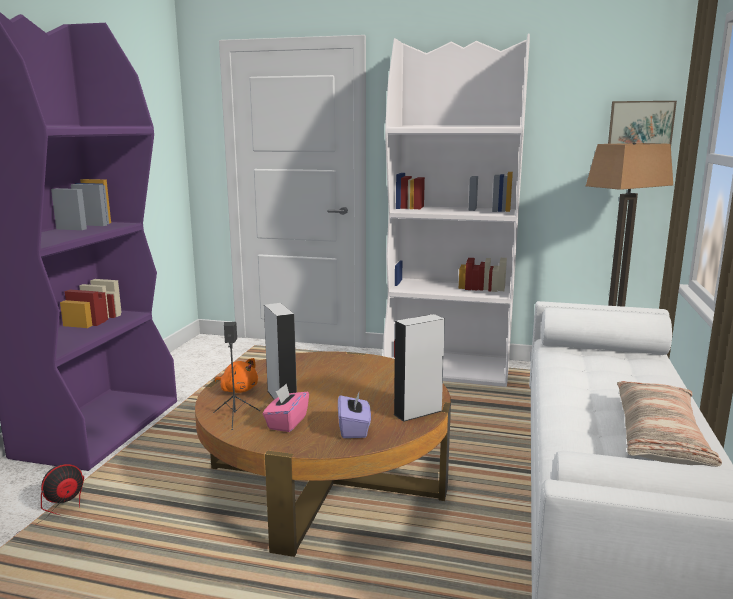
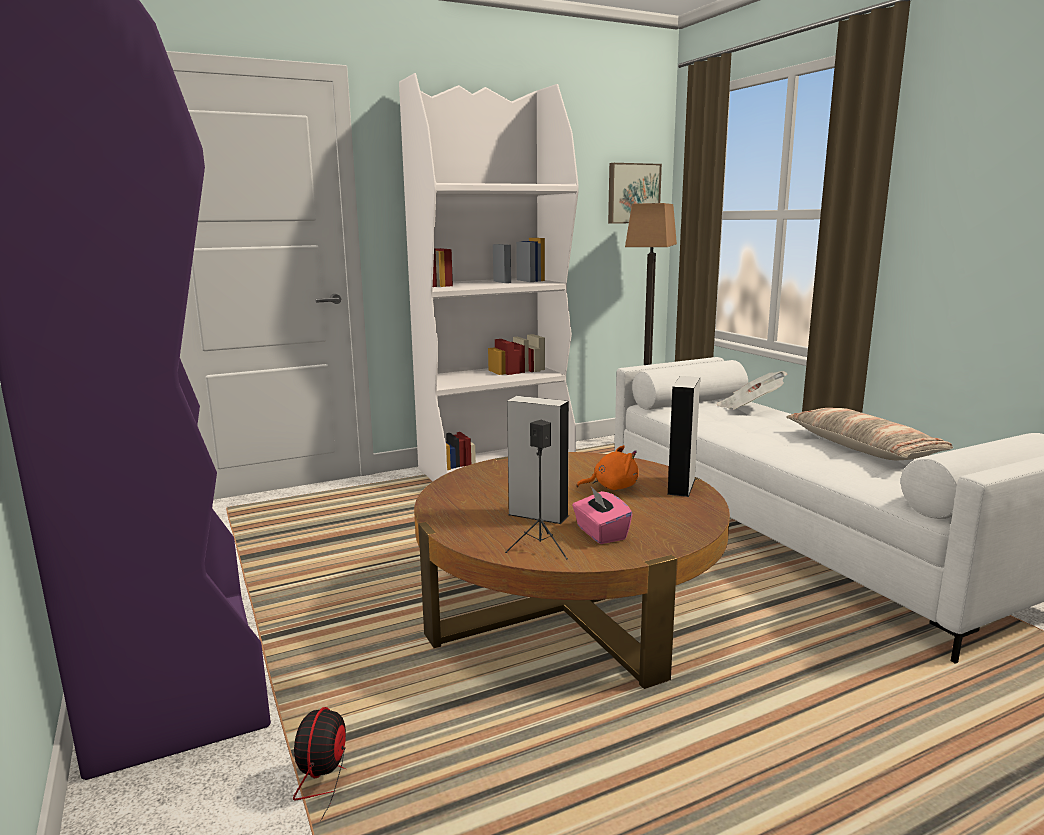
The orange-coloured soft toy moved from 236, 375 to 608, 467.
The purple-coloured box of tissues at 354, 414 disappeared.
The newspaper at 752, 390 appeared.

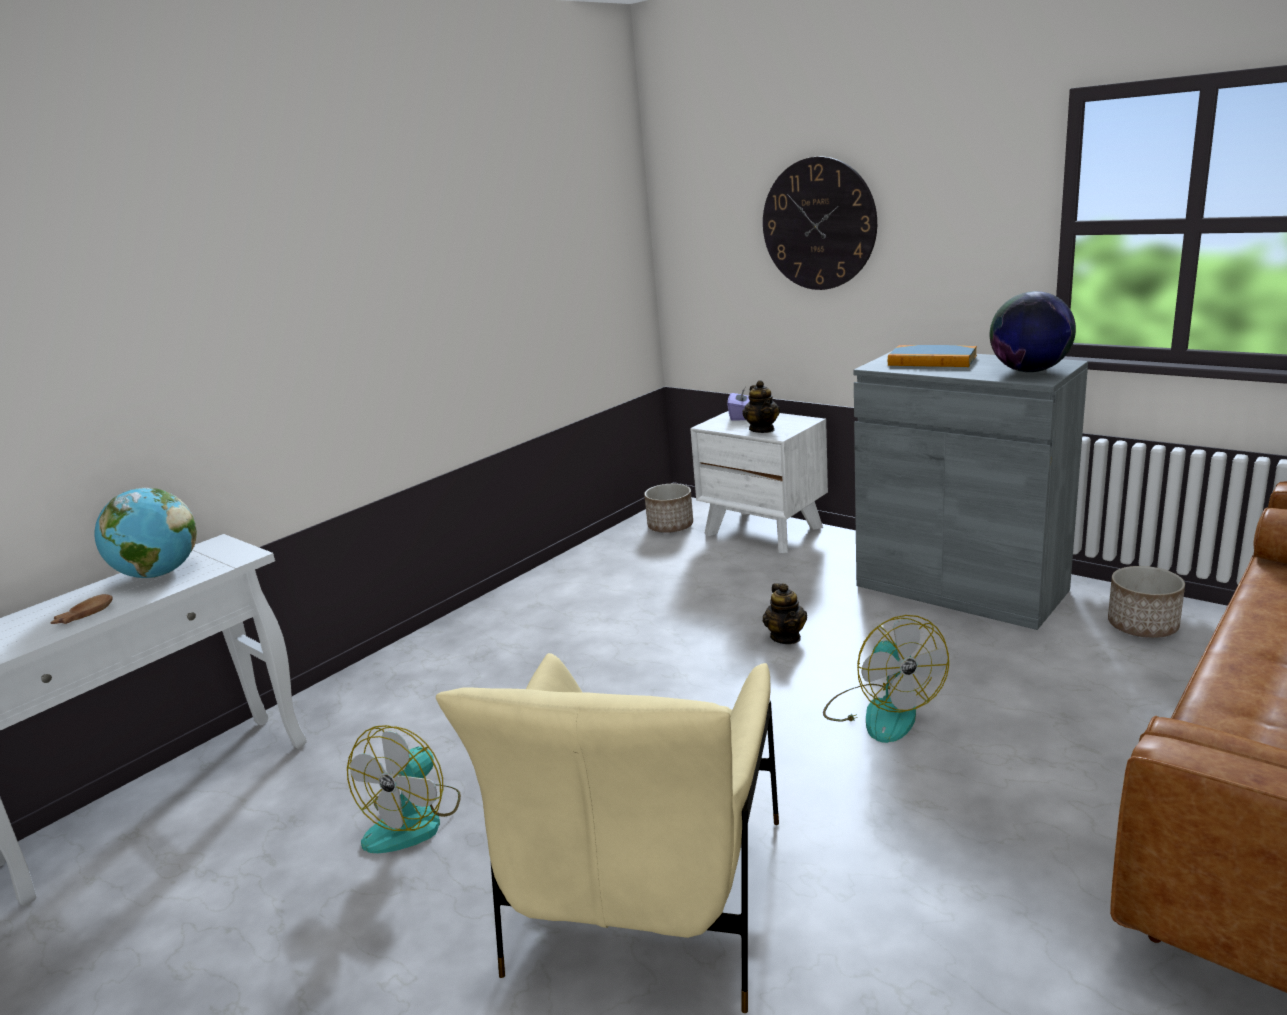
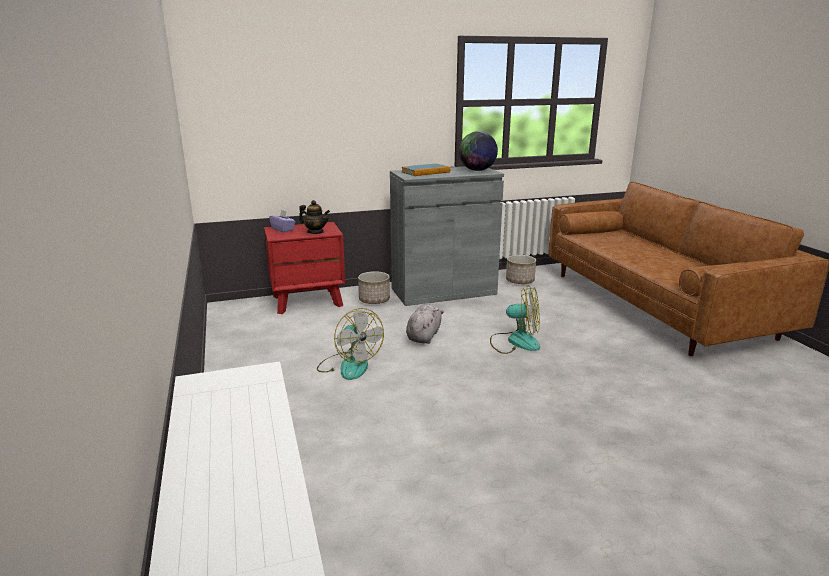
The brown-coloured deep dish at 81, 609 disappeared.
The globe at 146, 533 disappeared.
The fan moved from 404, 789 to 350, 344.
The beige-coloured armchair at 607, 833 disappeared.
The flower pot moved from 668, 508 to 374, 287.
The white nightstand at 759, 482 became the red nightstand at 304, 268.
The hanging clock at 820, 223 disappeared.
The teapot at 785, 613 was replaced by the gray soft toy at 425, 323.

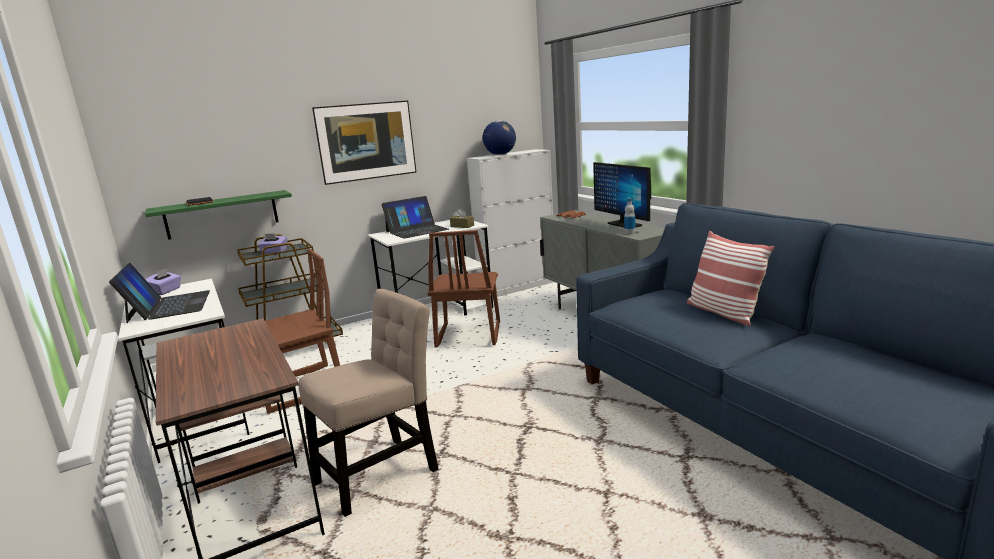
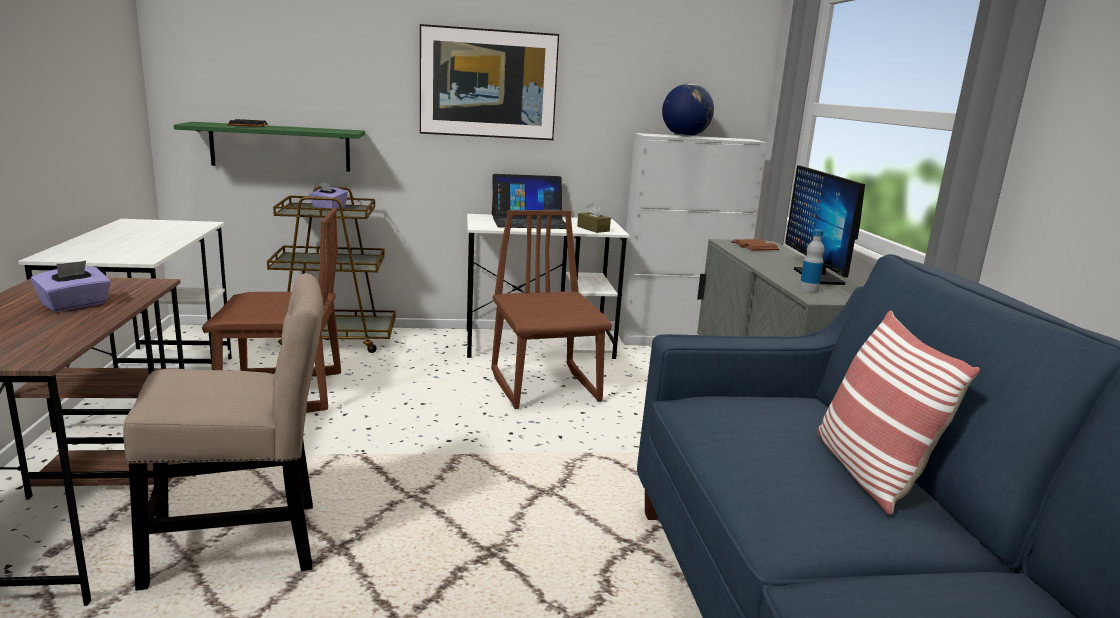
The notebook computer at 159, 293 disappeared.
The purple-coloured box of tissues moved from 163, 281 to 71, 286.
The brown-coloured chair at 464, 288 turned 135 degrees clockwise.

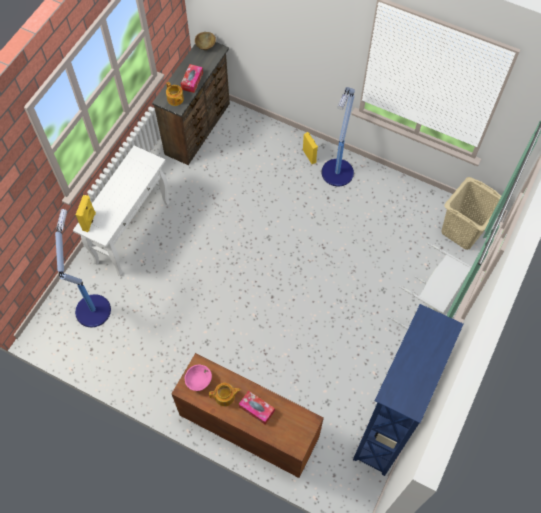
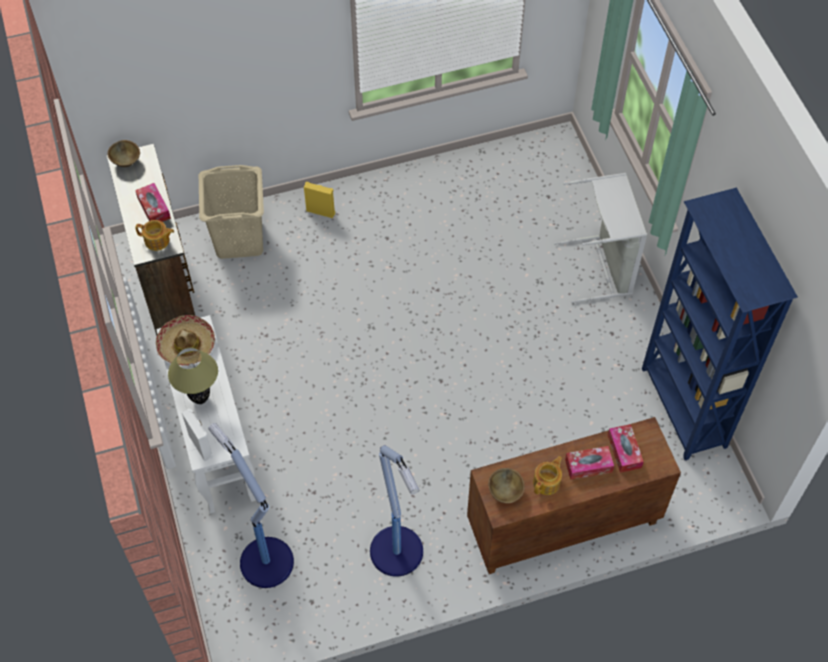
The yellow speaker at 86, 213 became the white speaker at 197, 435.
The pink-coloured deep dish at 198, 378 became the brown-coloured deep dish at 506, 485.
The standing lamp moved from 338, 136 to 396, 511.
The beige-coloured washing basket moved from 473, 213 to 231, 212.
The wearable hat at 185, 340 appeared.
The table lamp at 193, 375 appeared.
The box of tissues at 626, 448 appeared.

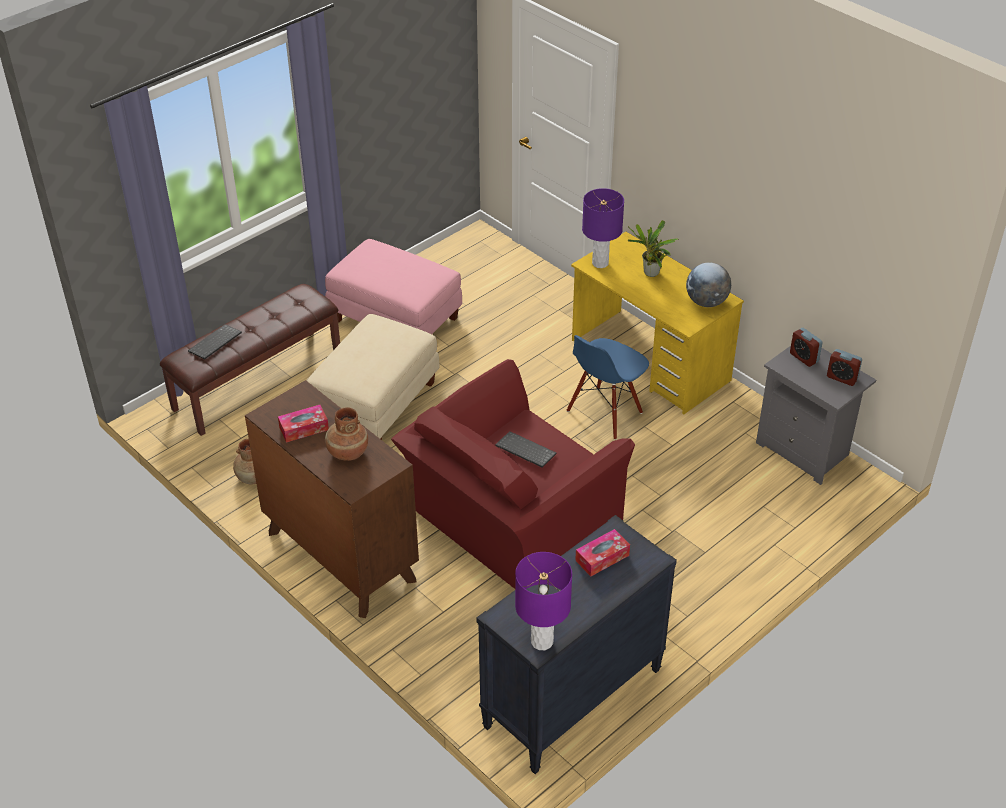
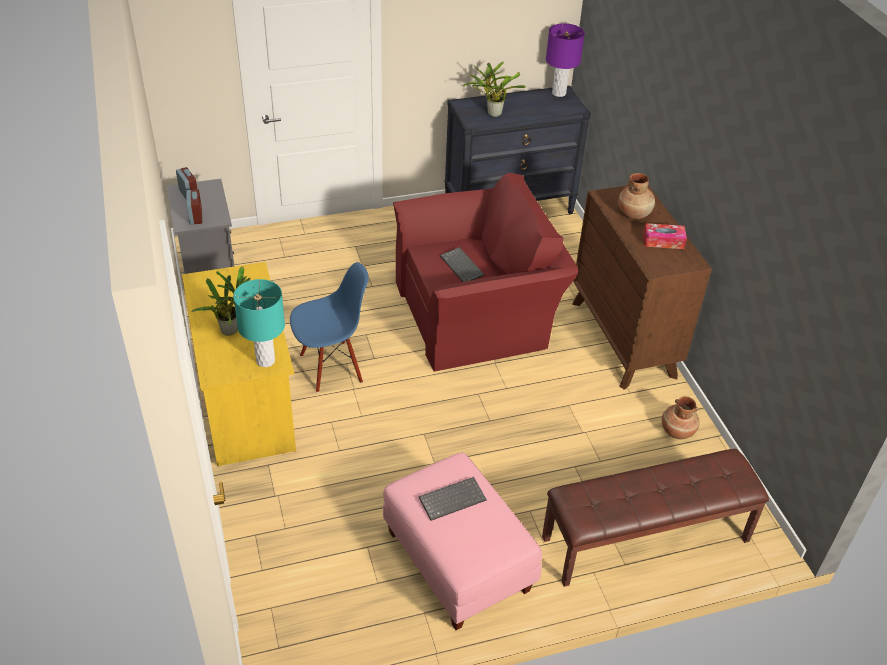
The computer keyboard moved from 215, 341 to 453, 499.
The beige-coloured ottoman at 373, 377 disappeared.
The box of tissues at 602, 553 was replaced by the plant in a pot at 494, 89.
The purple-coloured table lamp at 603, 228 became the turquoise table lamp at 259, 323.
The globe at 708, 284 disappeared.

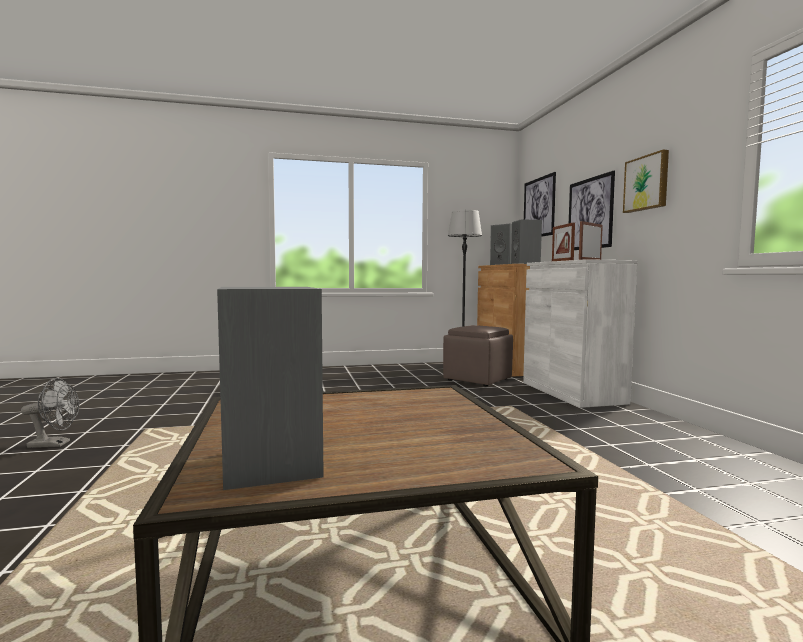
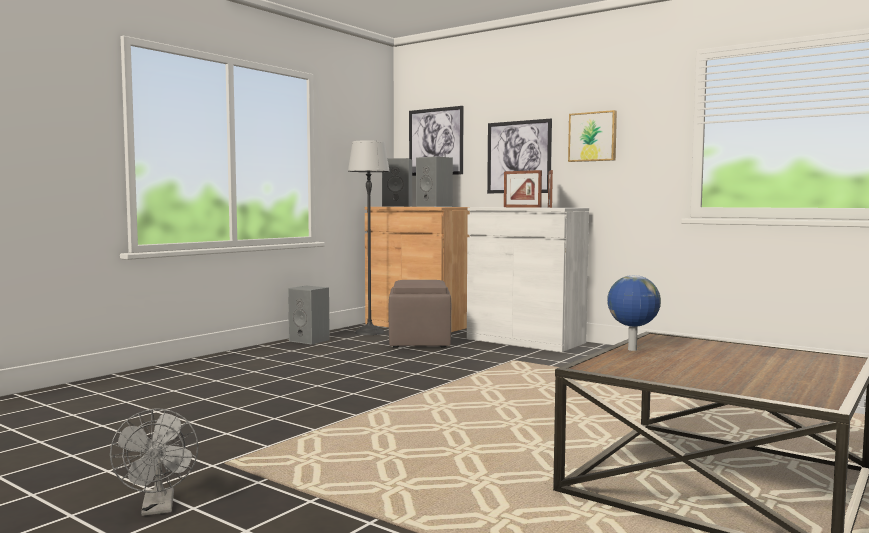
The gray fan at 50, 413 turned 120 degrees clockwise.
The gray speaker moved from 270, 388 to 309, 315.
The globe at 634, 313 appeared.

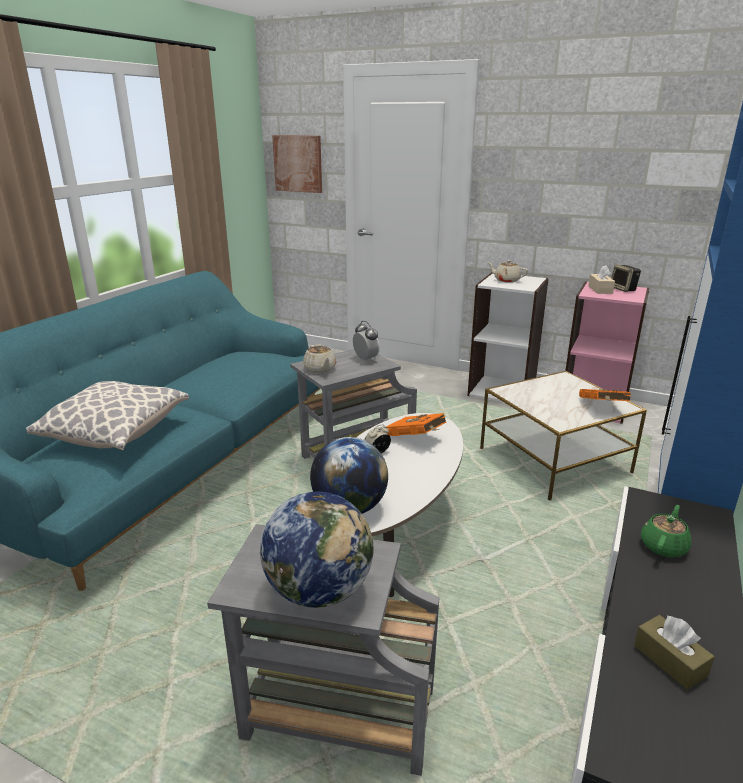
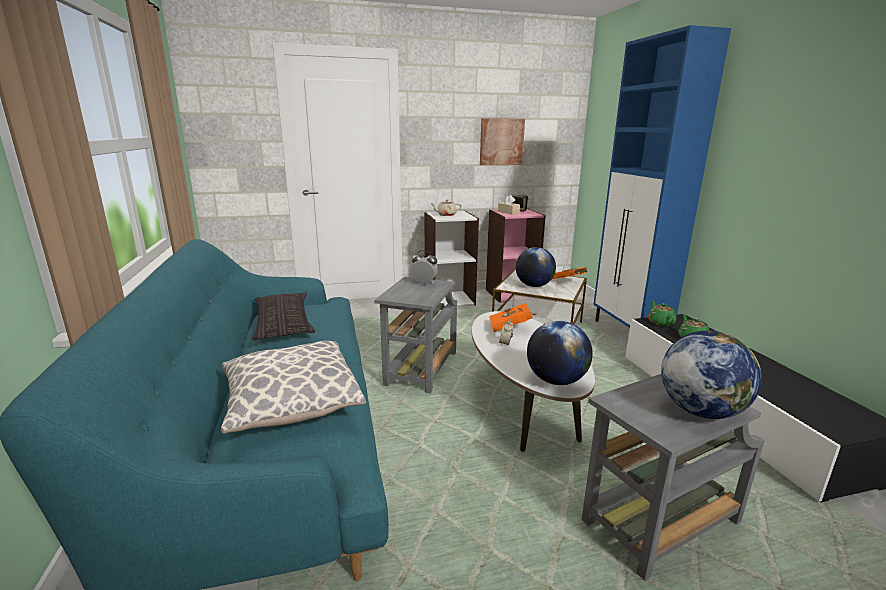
The wall art moved from 297, 164 to 502, 141.
The beige-coloured teapot at 319, 358 disappeared.
The brown-coloured box of tissues at 674, 652 disappeared.
The cushion at 283, 316 appeared.
The globe at 536, 267 appeared.
The greenish teapot at 662, 313 appeared.

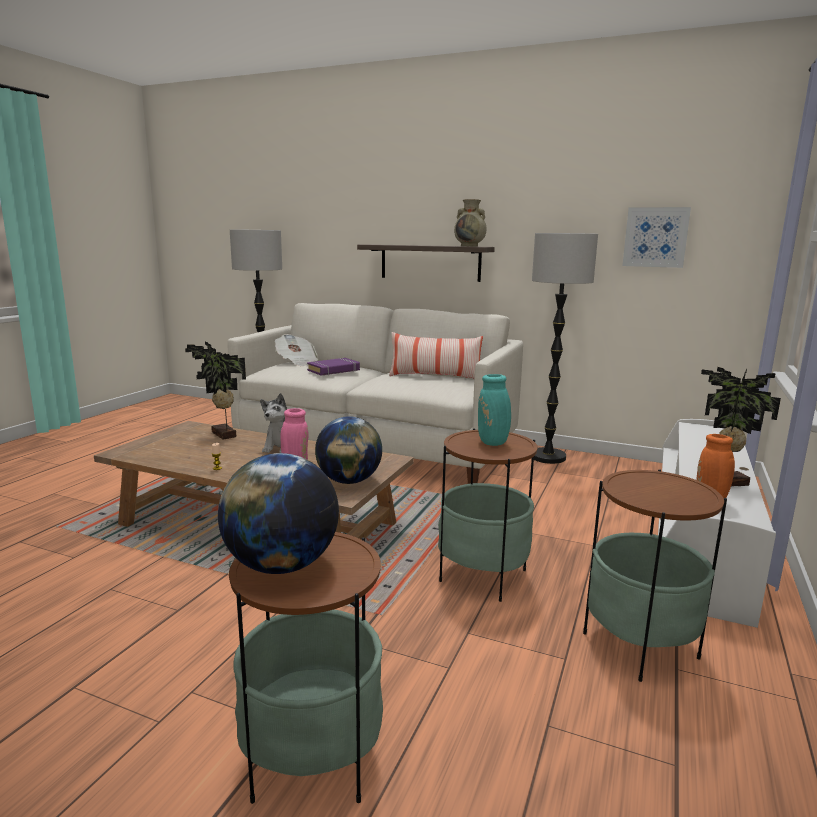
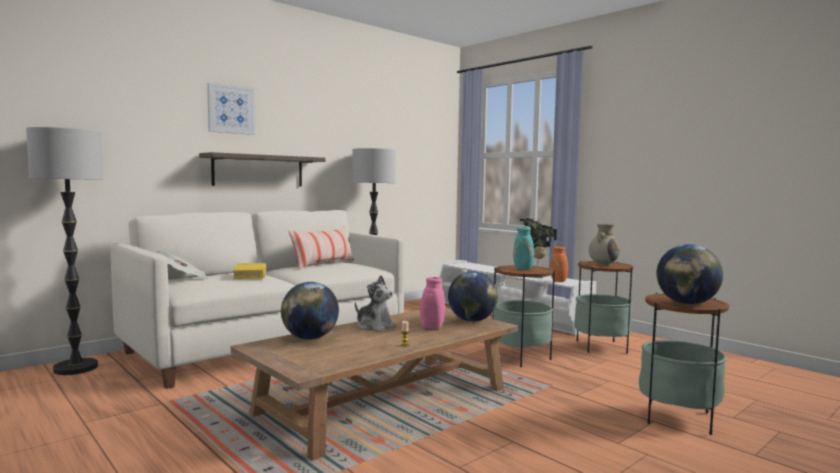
The plant in a pot at 215, 390 was replaced by the globe at 310, 311.
The purple-coloured bound book at 333, 367 became the yellow bound book at 250, 271.
The beige-coloured vase moved from 470, 222 to 604, 245.
The wall art moved from 656, 237 to 231, 109.

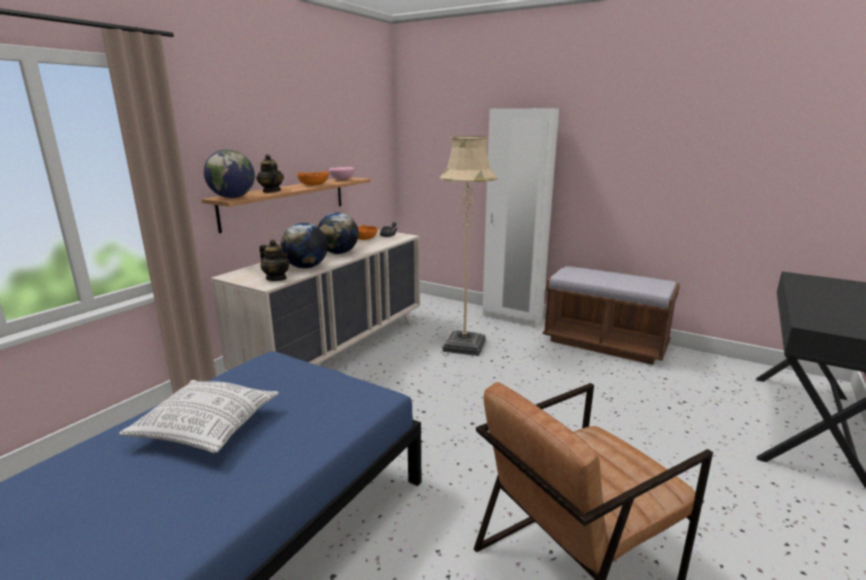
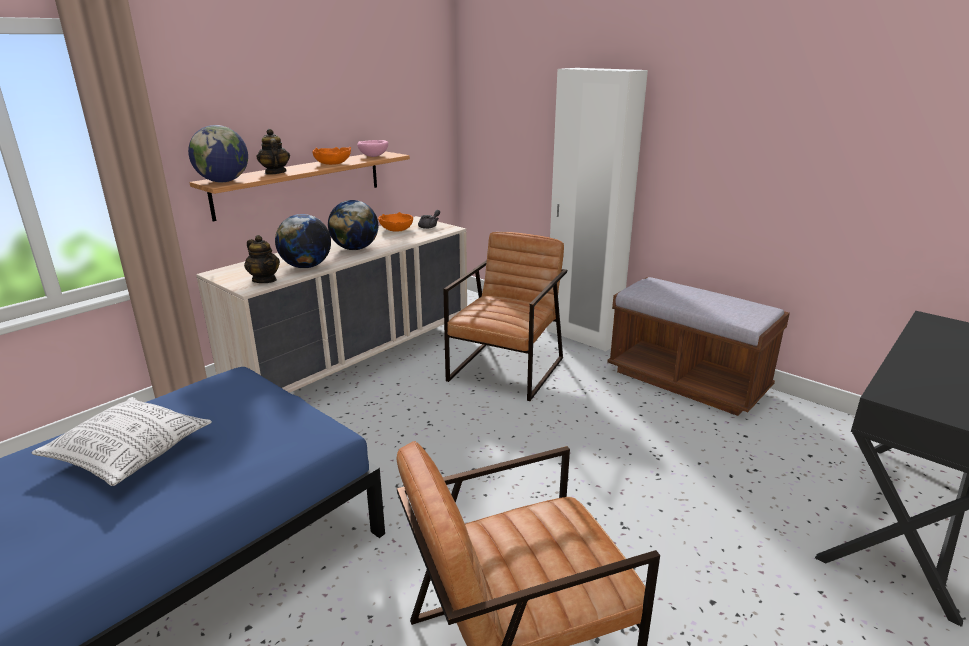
The beige-coloured standing lamp at 468, 246 was replaced by the brown-coloured armchair at 505, 316.

